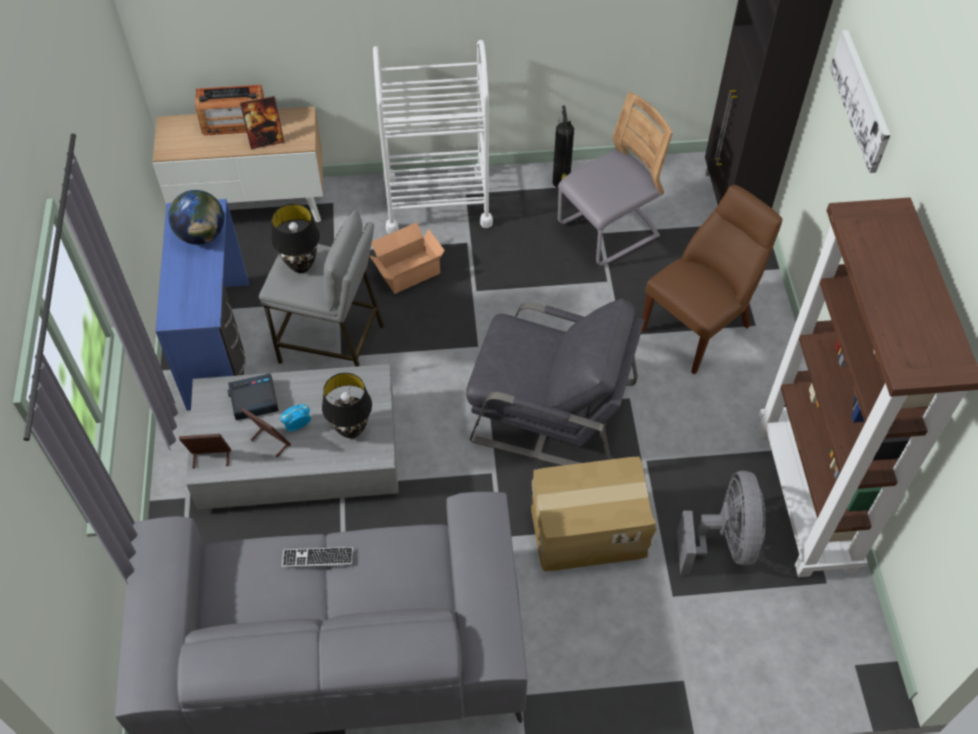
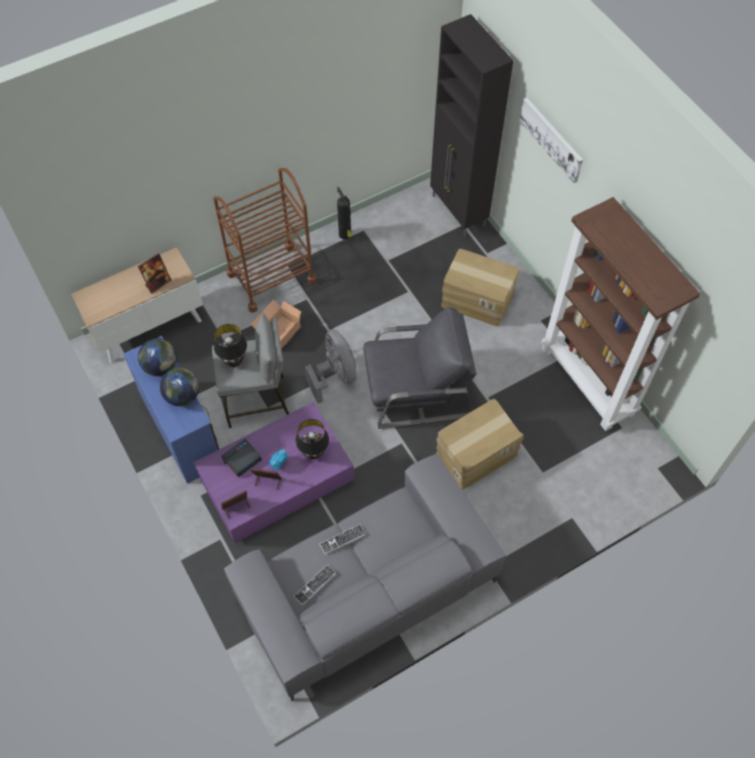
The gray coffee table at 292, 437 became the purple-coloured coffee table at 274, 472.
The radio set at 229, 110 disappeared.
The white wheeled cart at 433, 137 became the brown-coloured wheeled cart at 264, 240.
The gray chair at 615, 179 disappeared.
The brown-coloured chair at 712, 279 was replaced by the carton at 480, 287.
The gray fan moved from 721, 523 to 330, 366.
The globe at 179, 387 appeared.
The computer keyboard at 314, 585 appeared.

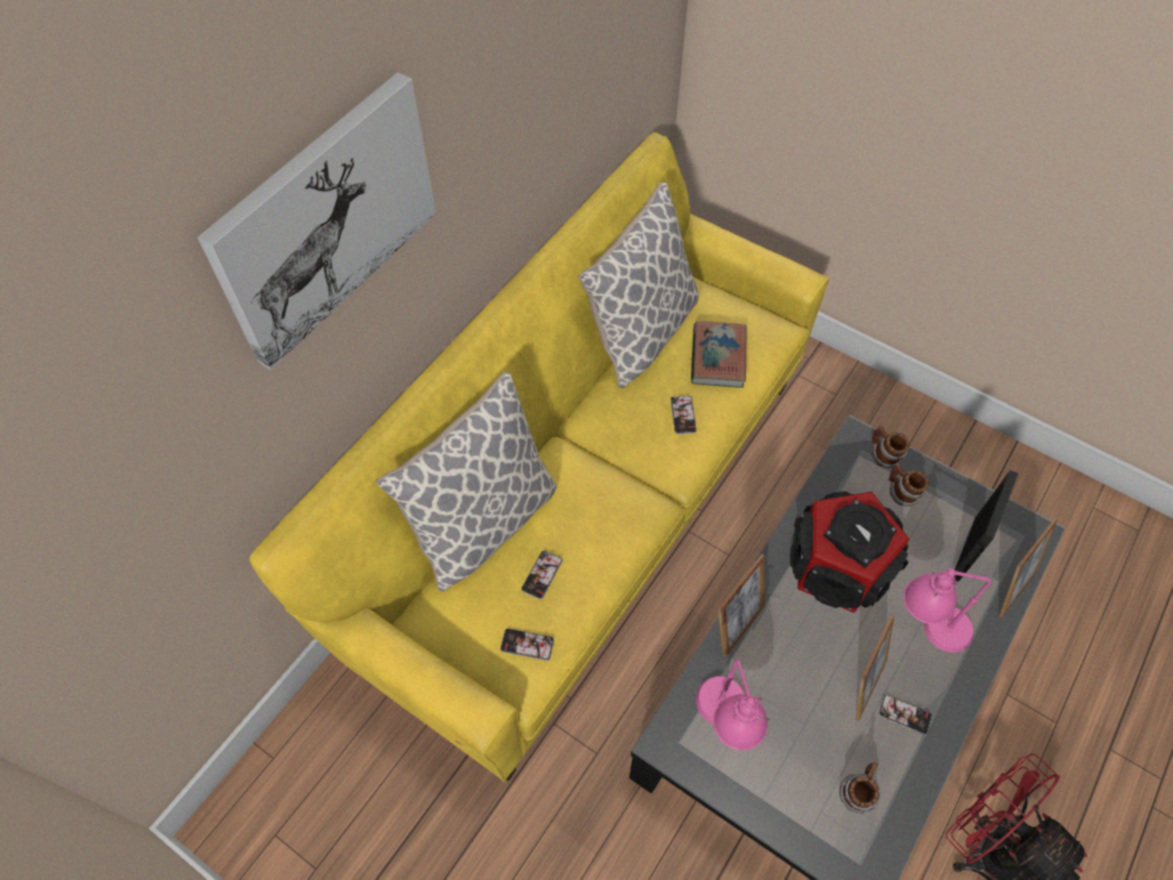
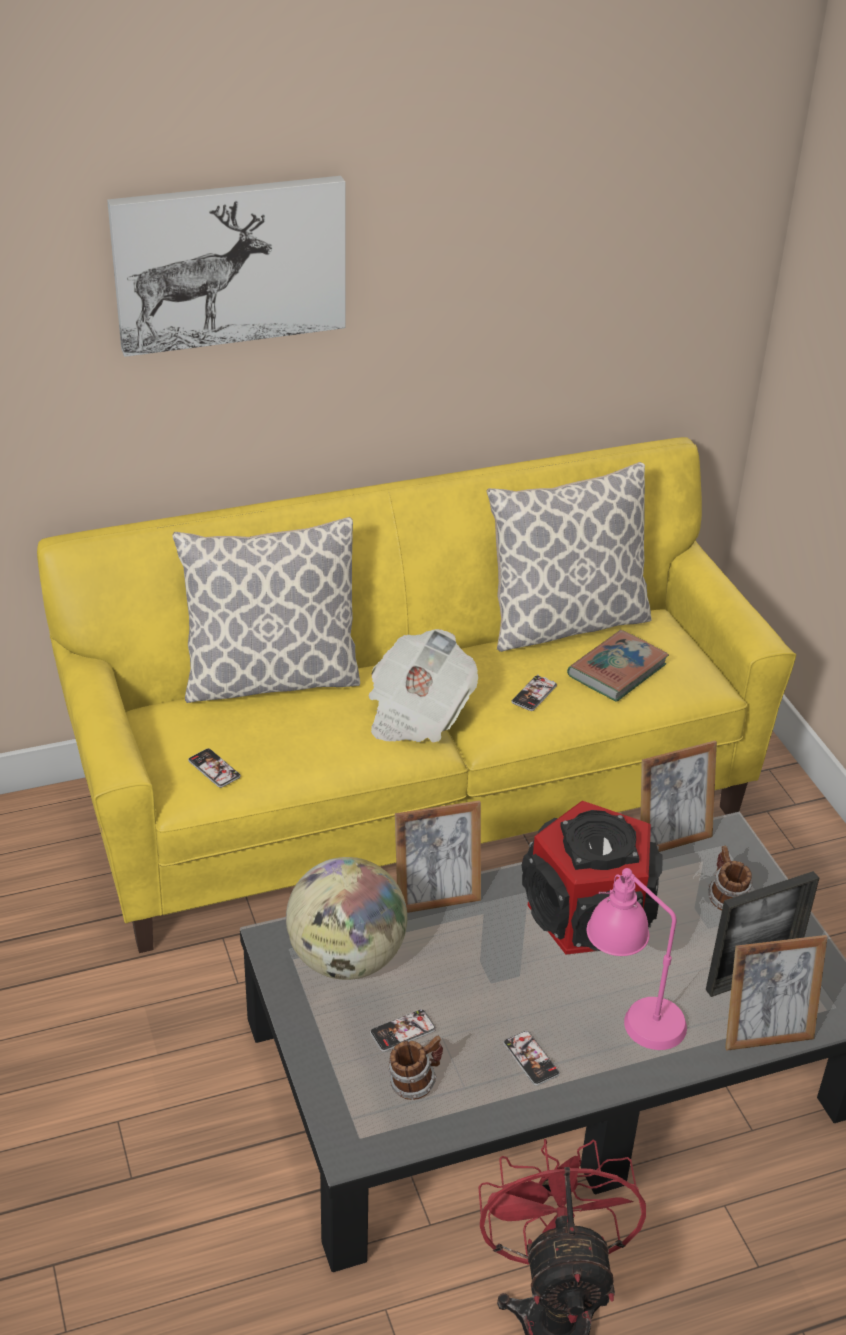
The phone moved from 542, 575 to 403, 1030.
The pink-coloured table lamp at 733, 704 was replaced by the globe at 346, 918.
The standing frame moved from 875, 668 to 679, 796.
The mug at 890, 446 disappeared.
The newspaper at 423, 686 appeared.

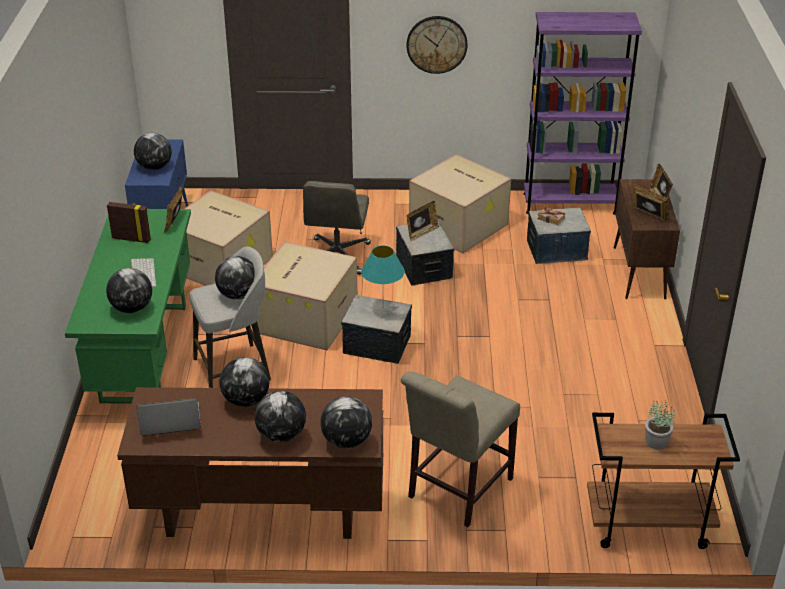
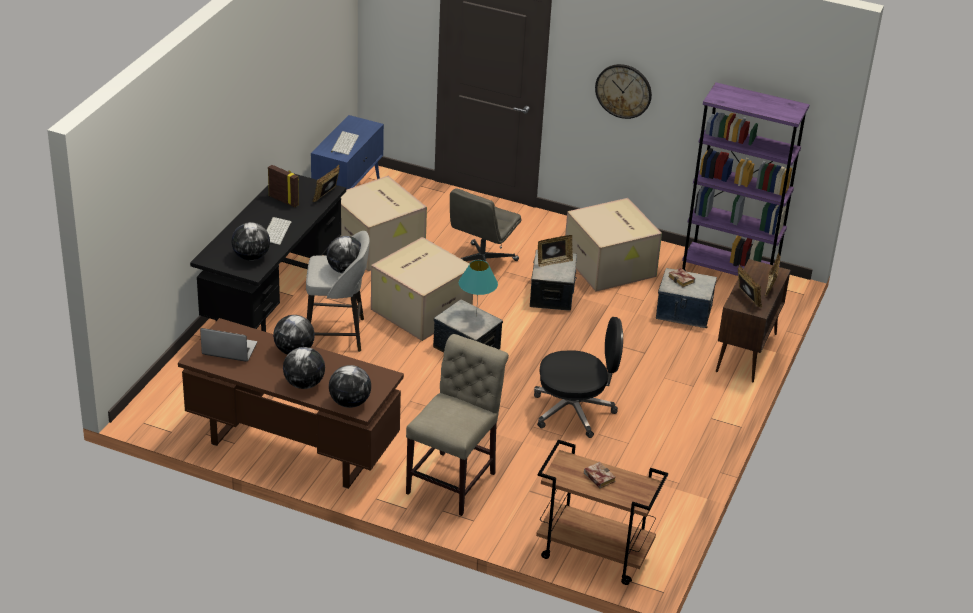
The greenish desk unit at 128, 306 became the black desk unit at 268, 253.
The globe at 153, 151 was replaced by the computer keyboard at 345, 143.
The beige-coloured chair at 460, 449 turned 150 degrees clockwise.
The plant in a pot at 660, 425 was replaced by the bound book at 600, 475.
The black office chair at 578, 377 appeared.

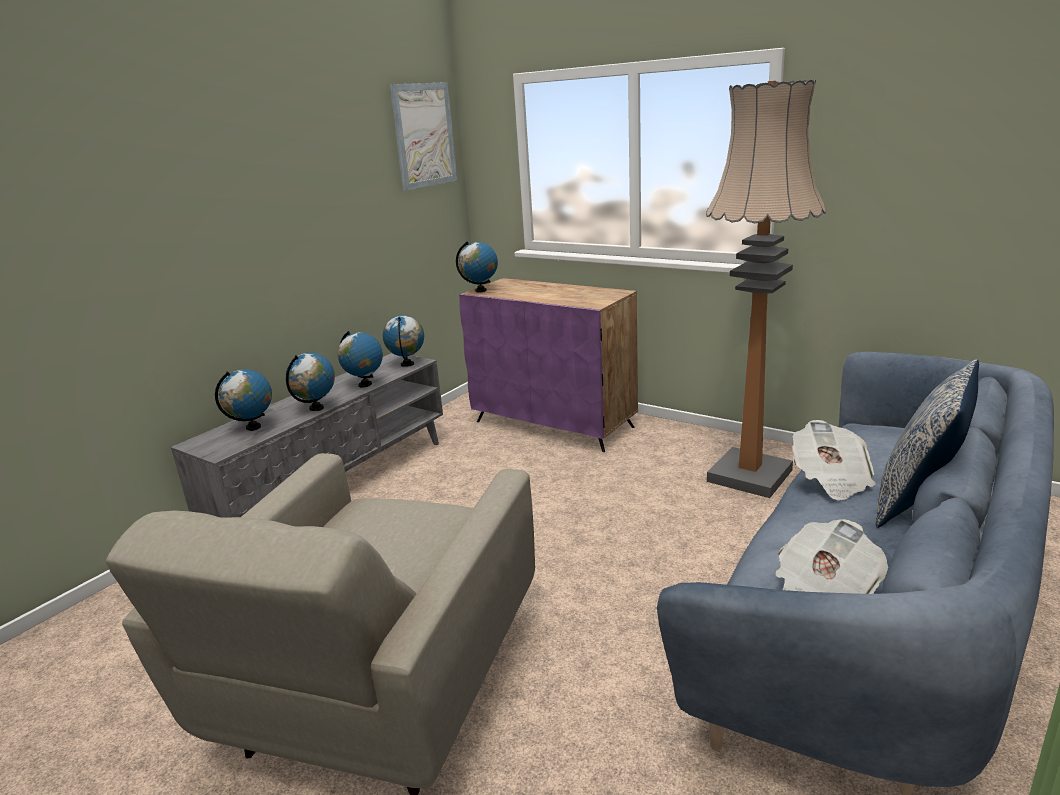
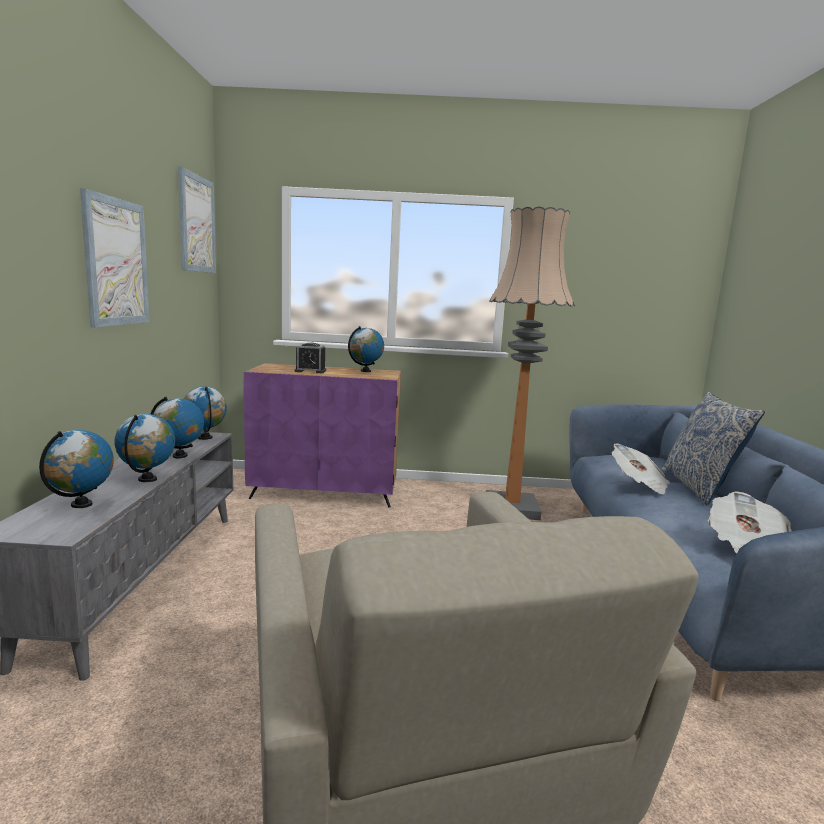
The globe moved from 477, 267 to 366, 349.
The wall art at 115, 257 appeared.
The table clock at 310, 358 appeared.

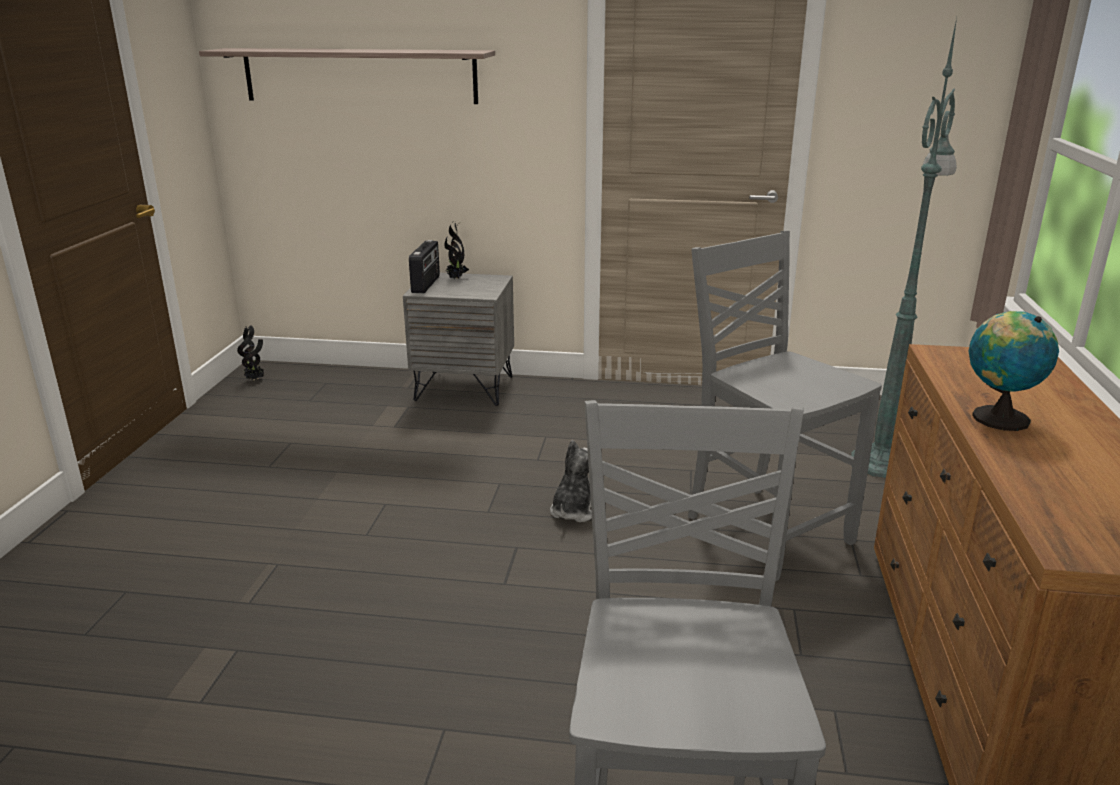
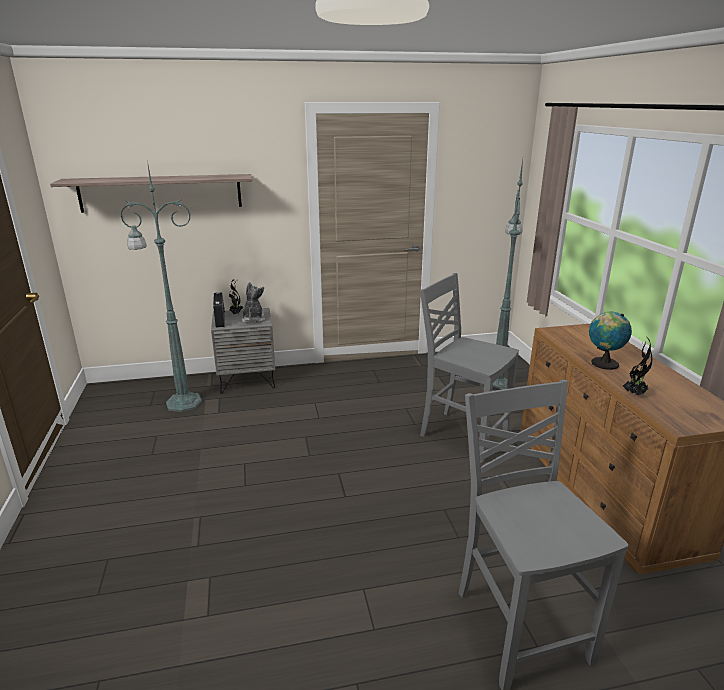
The plant in a pot moved from 250, 352 to 637, 366.
The soft toy moved from 571, 481 to 253, 302.
The greenish standing lamp at 161, 286 appeared.

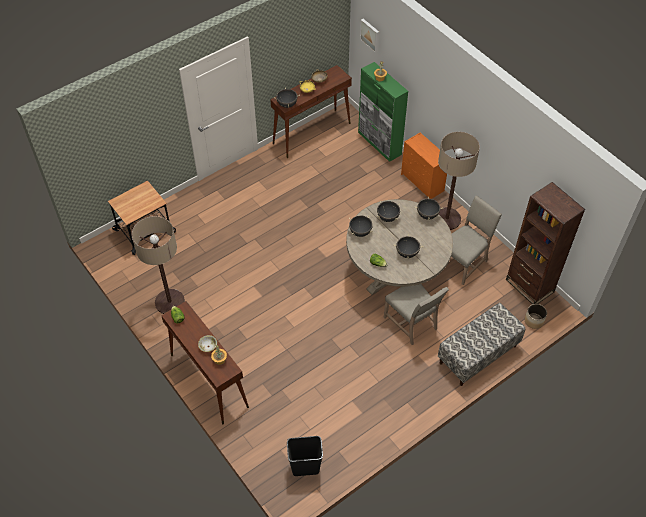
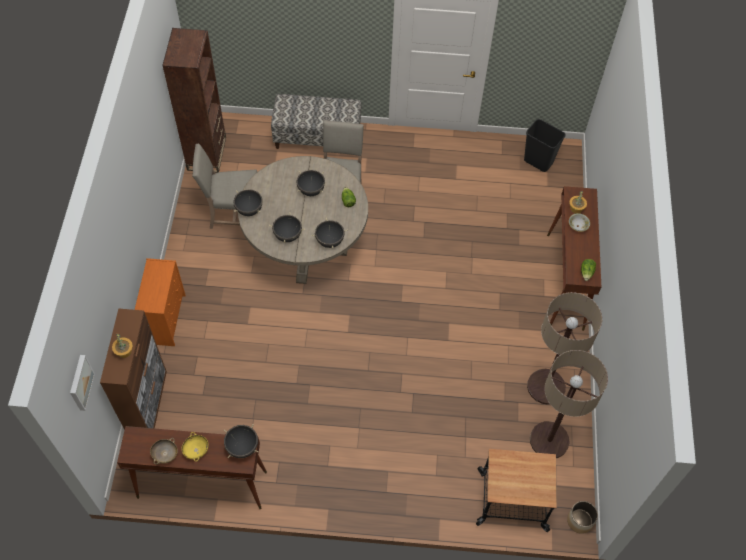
The greenish cabinet at 383, 112 became the brown-coloured cabinet at 133, 369.
The standing lamp moved from 459, 181 to 569, 404.
The flower pot moved from 536, 316 to 582, 517.

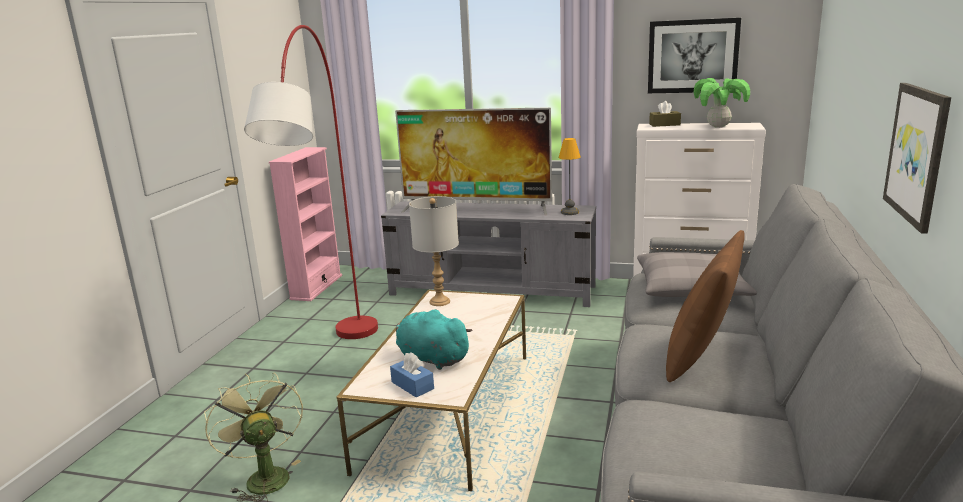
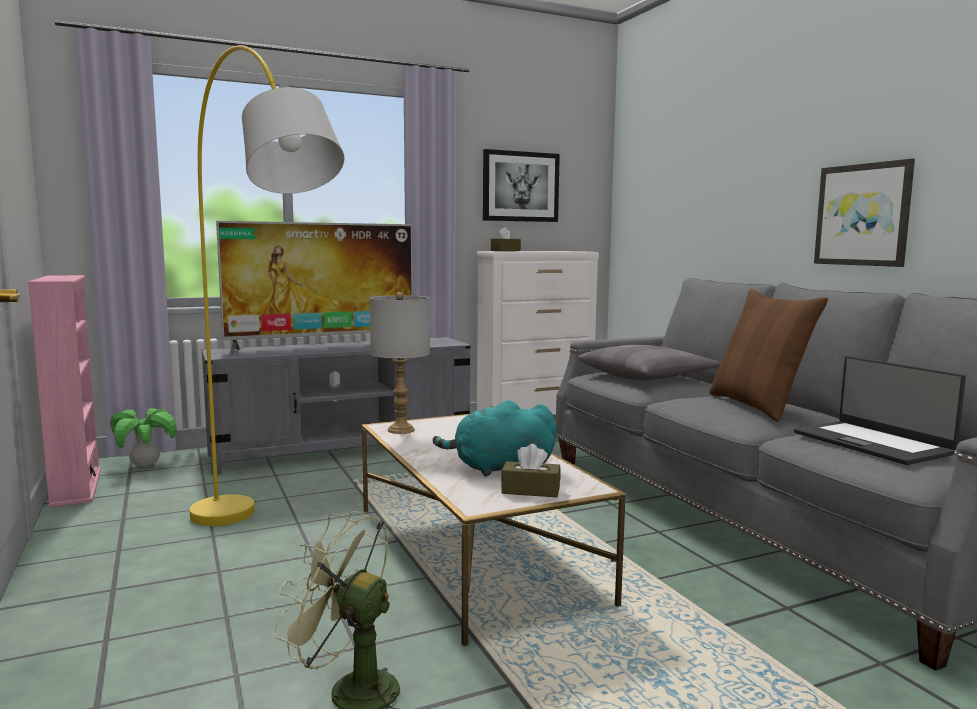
The red standing lamp at 311, 182 became the yellow standing lamp at 266, 285.
The blue-coloured box of tissues at 412, 374 became the brown-coloured box of tissues at 531, 470.
The table lamp at 570, 176 disappeared.
The plant in a pot moved from 722, 103 to 143, 437.
The notebook computer at 880, 410 appeared.

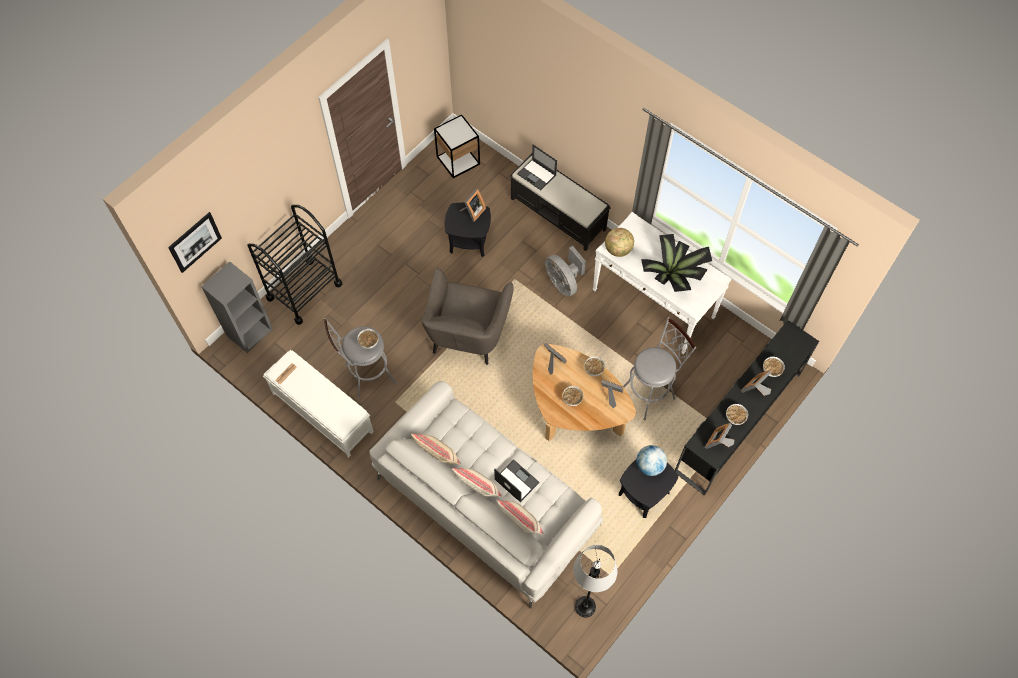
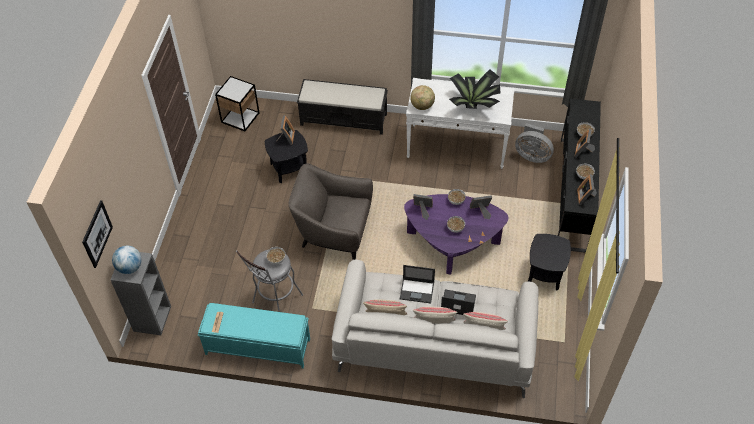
The black wheeled cart at 294, 265 disappeared.
The white long seat at 318, 404 became the turquoise long seat at 254, 336.
The gray armchair at 467, 316 turned 120 degrees clockwise.
The notebook computer moved from 537, 167 to 417, 284.
The brown-coloured coffee table at 584, 392 became the purple-coloured coffee table at 456, 234.
The gray fan moved from 565, 271 to 534, 143.
The gray standing lamp at 595, 581 disappeared.
The gray stool seat at 659, 368 disappeared.
The globe moved from 651, 460 to 127, 260.

